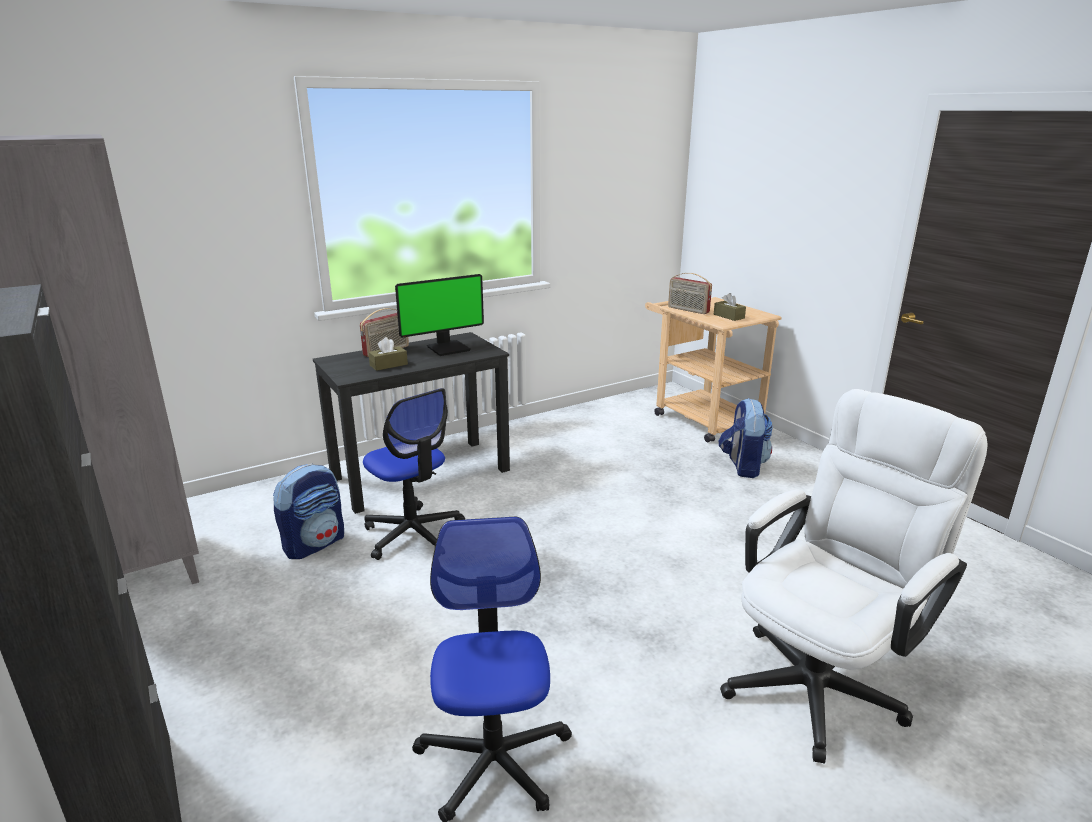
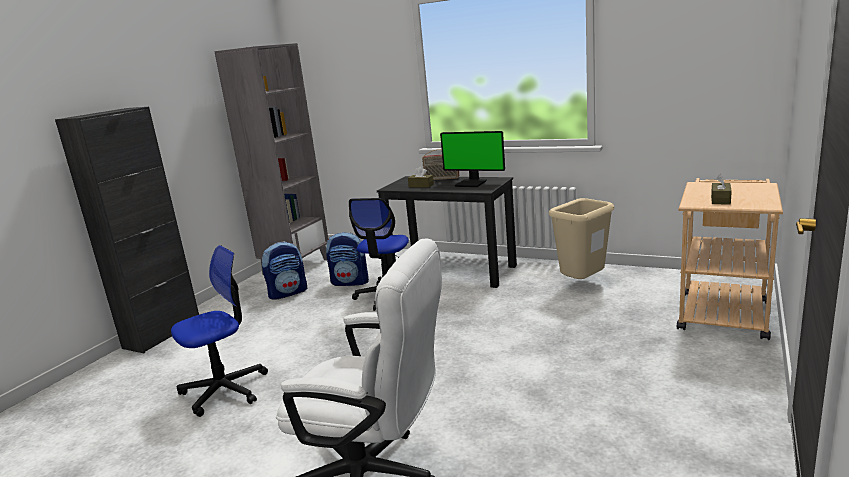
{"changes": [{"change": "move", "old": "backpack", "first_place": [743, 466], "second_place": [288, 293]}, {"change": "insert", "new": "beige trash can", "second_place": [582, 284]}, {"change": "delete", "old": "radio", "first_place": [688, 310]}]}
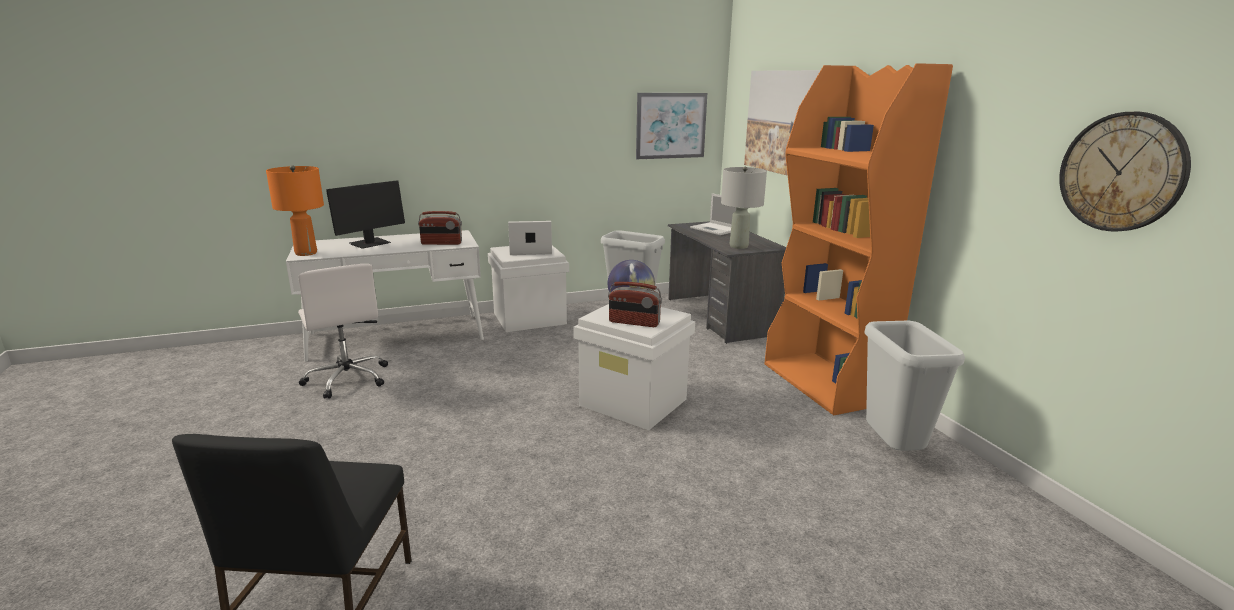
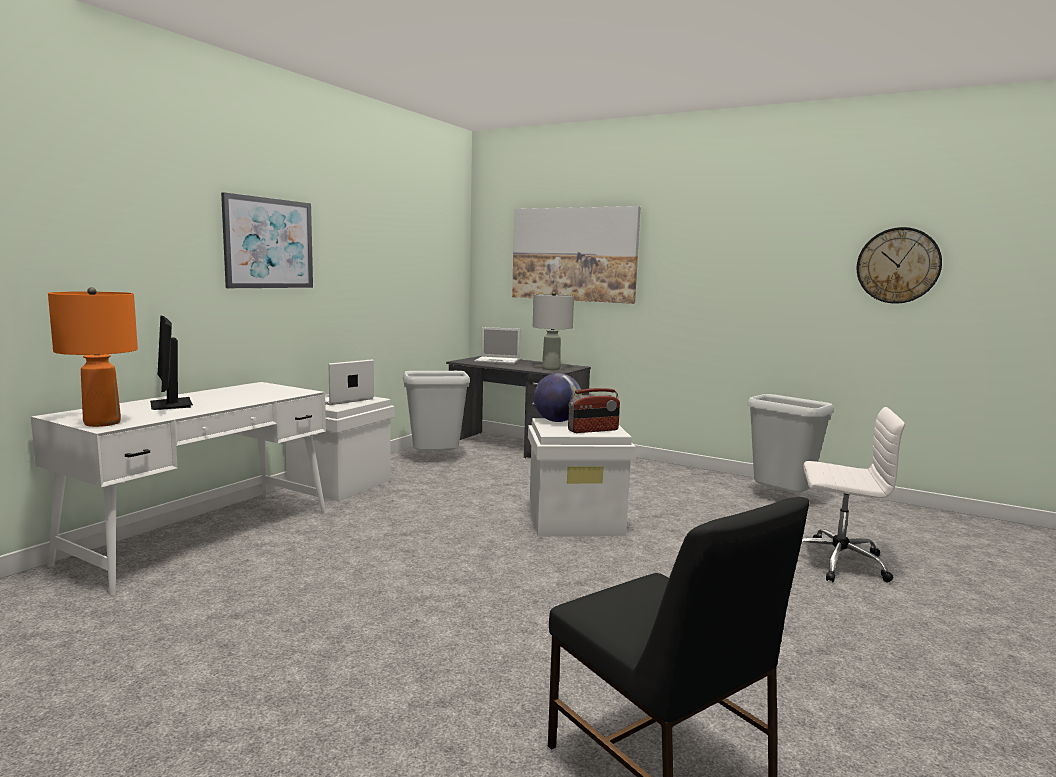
{"changes": [{"change": "rotate", "old": "monitor", "first_place": [370, 243], "second_place": [171, 404], "degrees": 150}, {"change": "move", "old": "picture", "first_place": [671, 125], "second_place": [269, 243]}, {"change": "move", "old": "white office chair", "first_place": [347, 379], "second_place": [836, 562]}, {"change": "delete", "old": "radio", "first_place": [441, 243]}, {"change": "delete", "old": "orange bookcase", "first_place": [825, 383]}]}
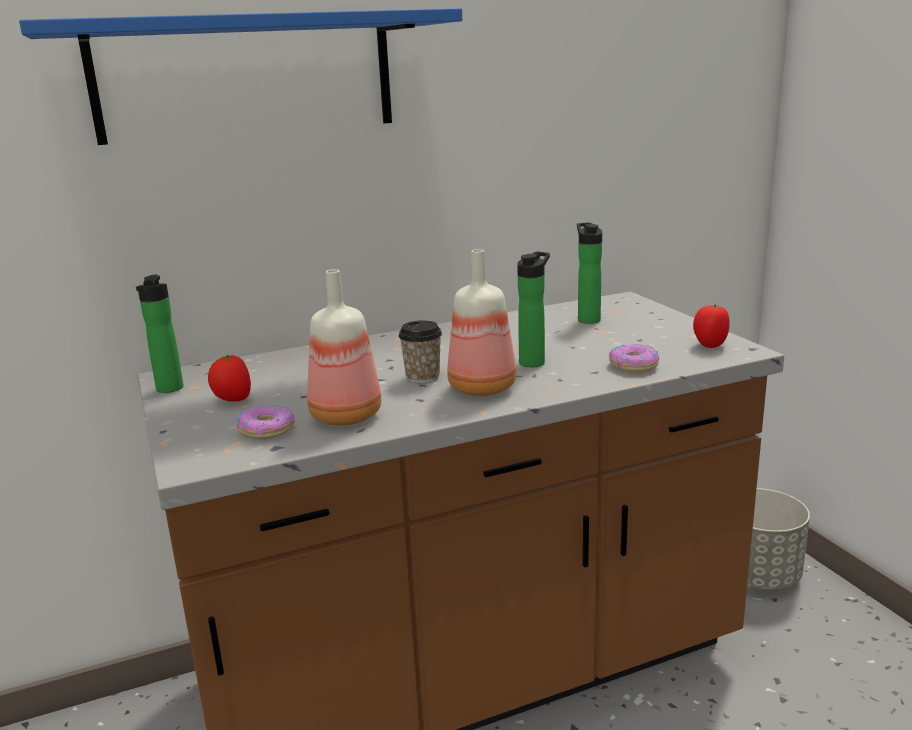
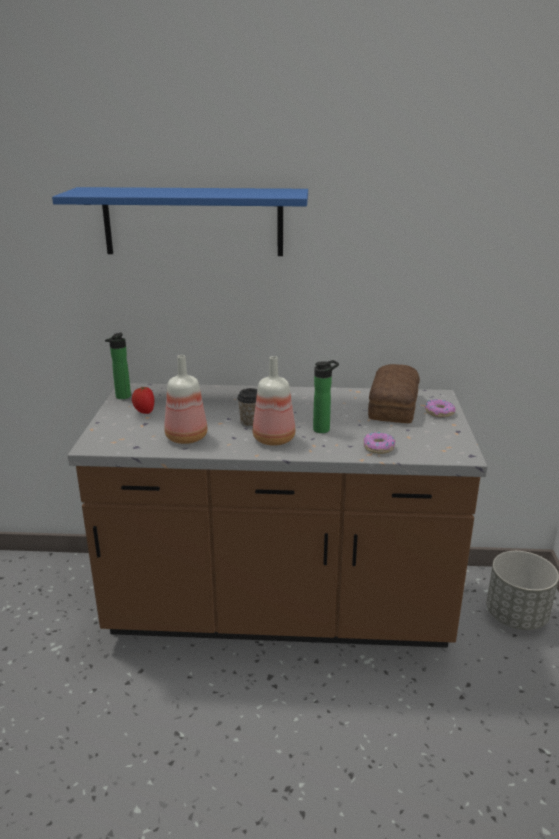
{"changes": [{"change": "replace", "old": "bottle", "new": "bread", "first_place": [587, 319], "second_place": [394, 406]}, {"change": "move", "old": "donut", "first_place": [266, 430], "second_place": [439, 412]}, {"change": "delete", "old": "tomato", "first_place": [710, 345]}]}
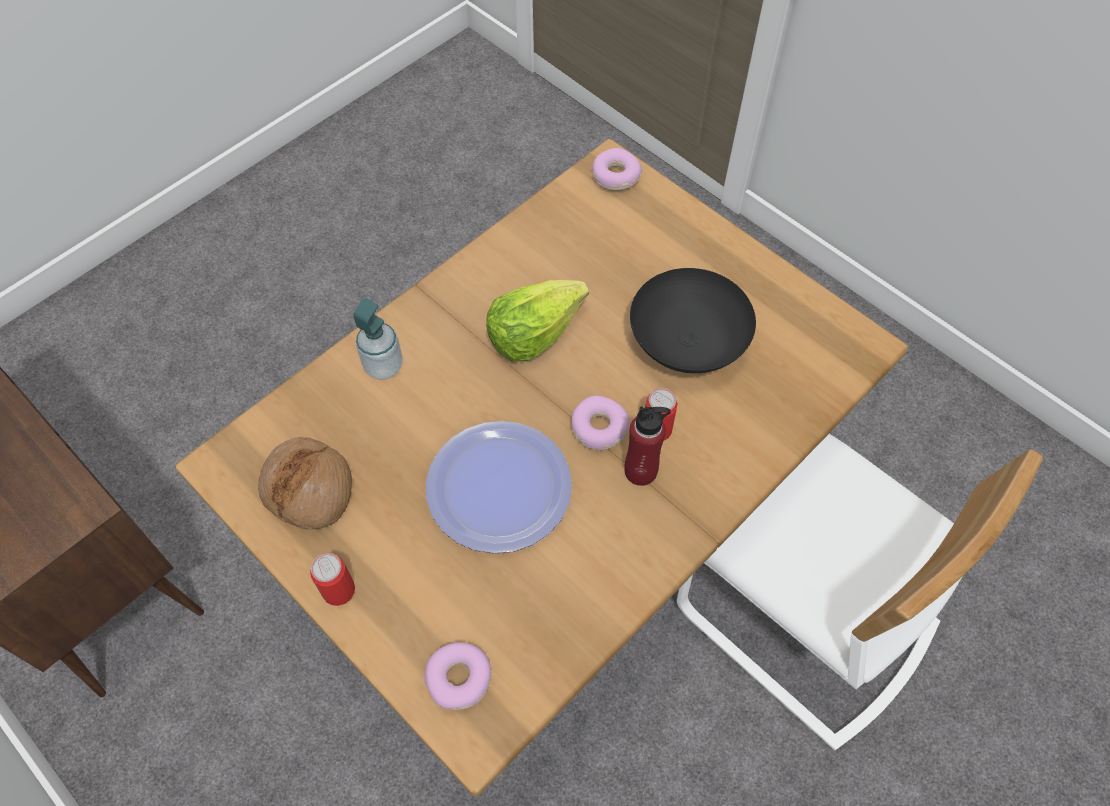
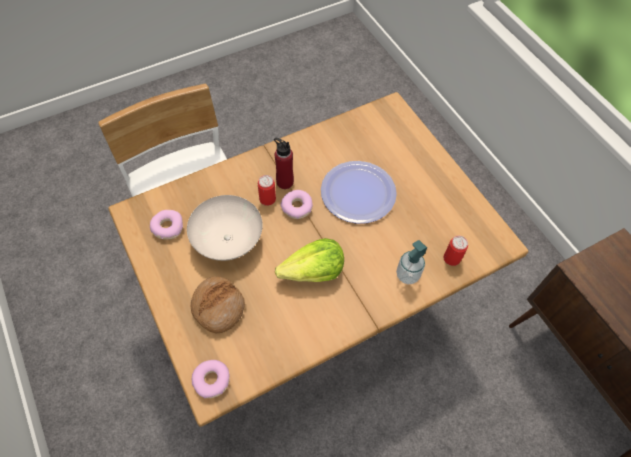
{"changes": [{"change": "move", "old": "donut", "first_place": [459, 679], "second_place": [167, 227]}, {"change": "recolor", "old": "black bowl", "new": "white bowl", "first_place": [685, 344], "second_place": [229, 240]}, {"change": "move", "old": "bread", "first_place": [309, 488], "second_place": [218, 307]}, {"change": "move", "old": "can", "first_place": [338, 590], "second_place": [451, 258]}]}
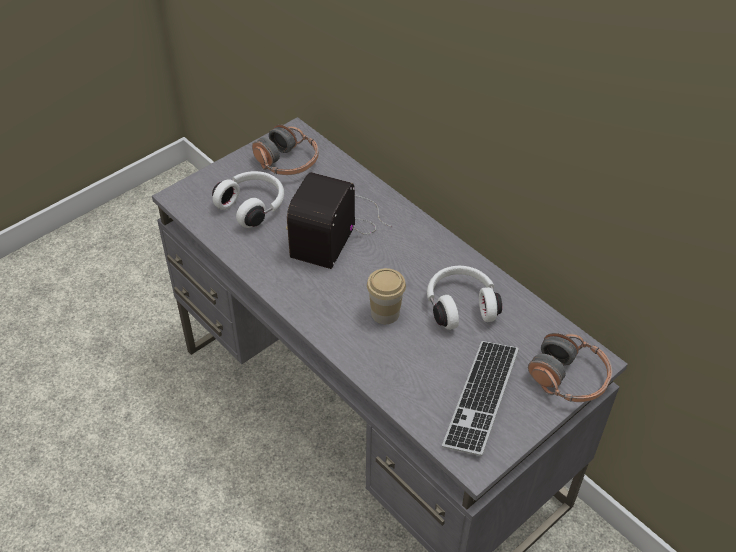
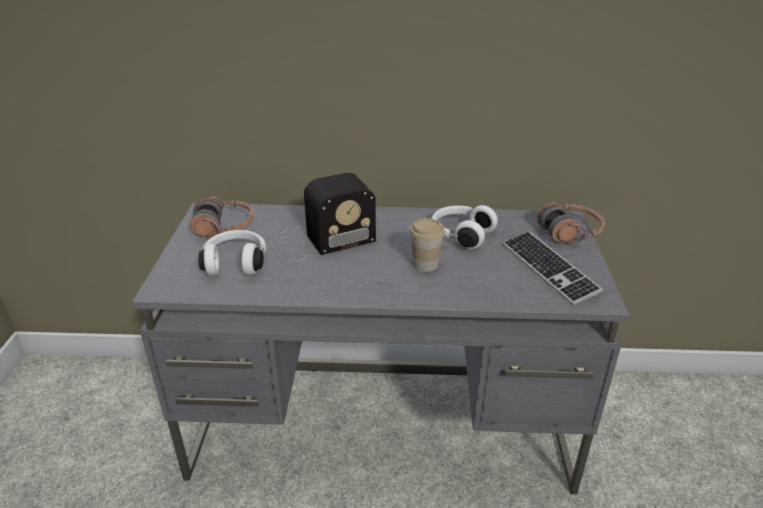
{"changes": [{"change": "rotate", "old": "radio", "first_place": [336, 227], "second_place": [318, 241], "degrees": -90}]}
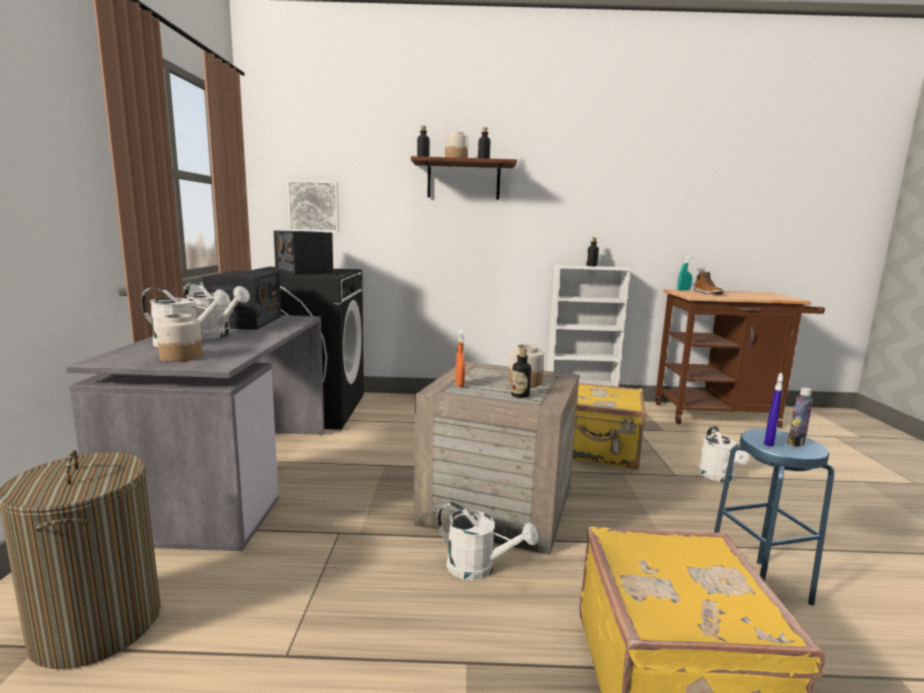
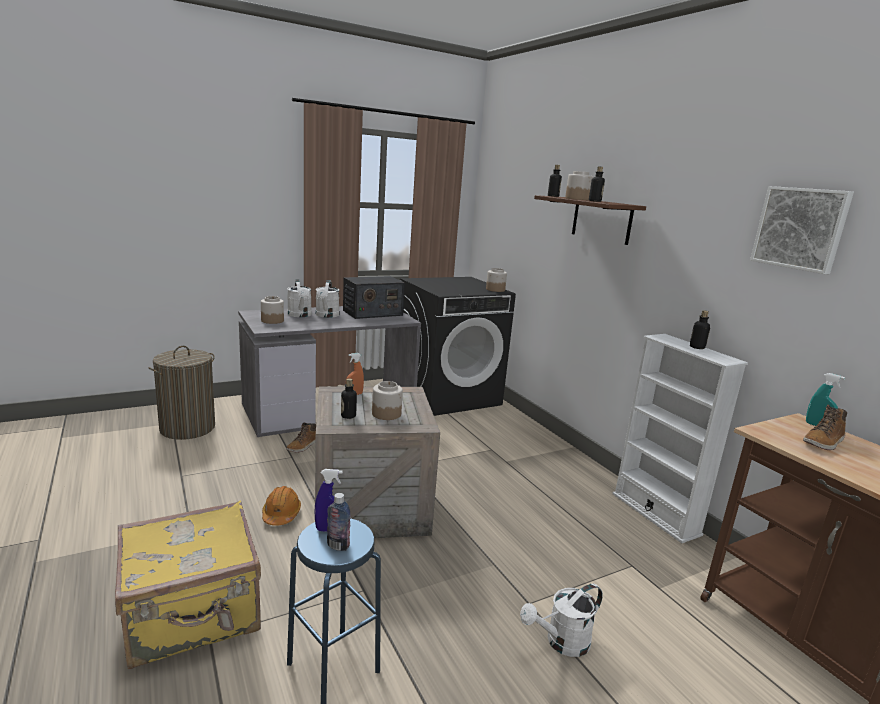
{"changes": [{"change": "replace", "old": "white watering can", "new": "orange hard hat", "first_place": [479, 568], "second_place": [281, 514]}, {"change": "insert", "new": "boot", "second_place": [303, 446]}, {"change": "insert", "new": "jar", "second_place": [495, 289]}, {"change": "move", "old": "picture", "first_place": [314, 206], "second_place": [800, 228]}, {"change": "delete", "old": "radio", "first_place": [303, 271]}, {"change": "delete", "old": "yellow suitcase", "first_place": [596, 451]}]}
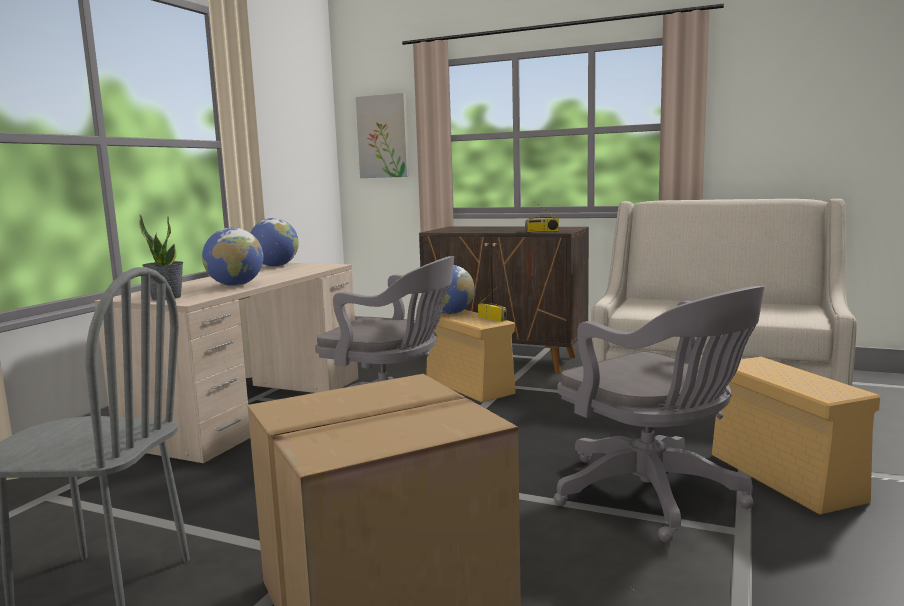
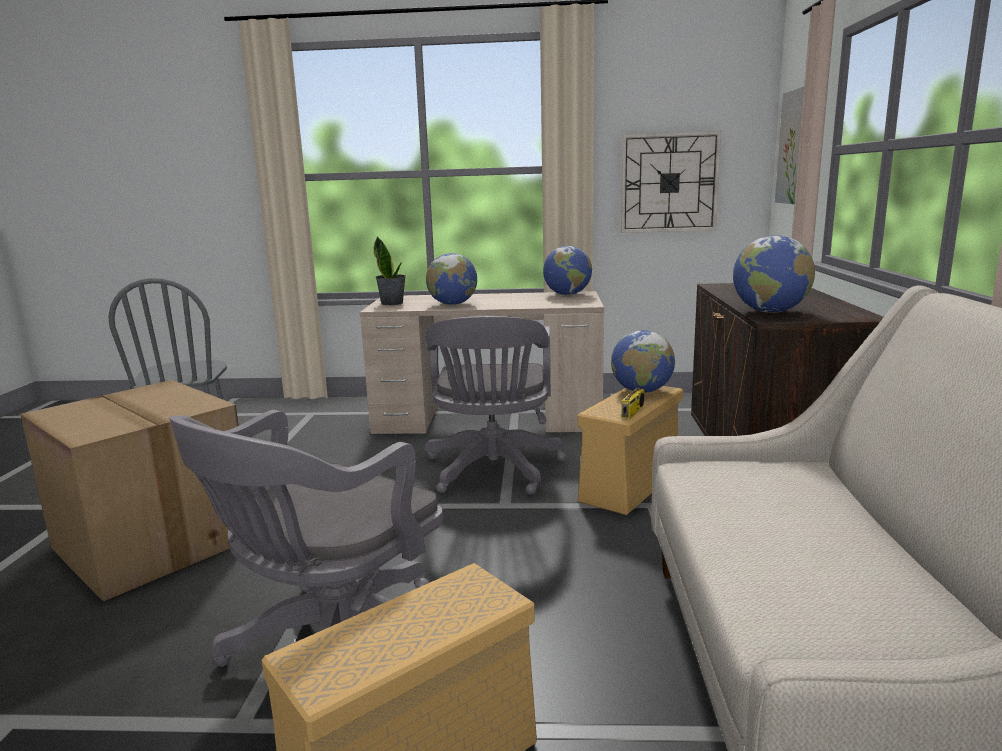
{"changes": [{"change": "insert", "new": "wall clock", "second_place": [669, 183]}, {"change": "replace", "old": "radio", "new": "globe", "first_place": [542, 231], "second_place": [770, 312]}]}
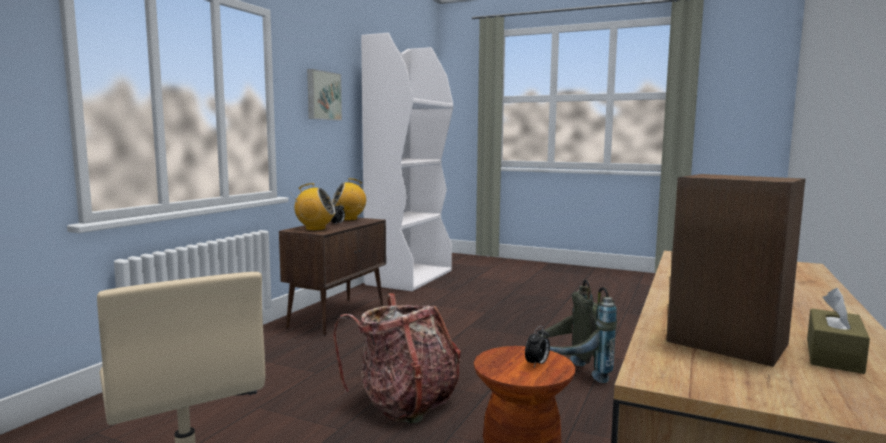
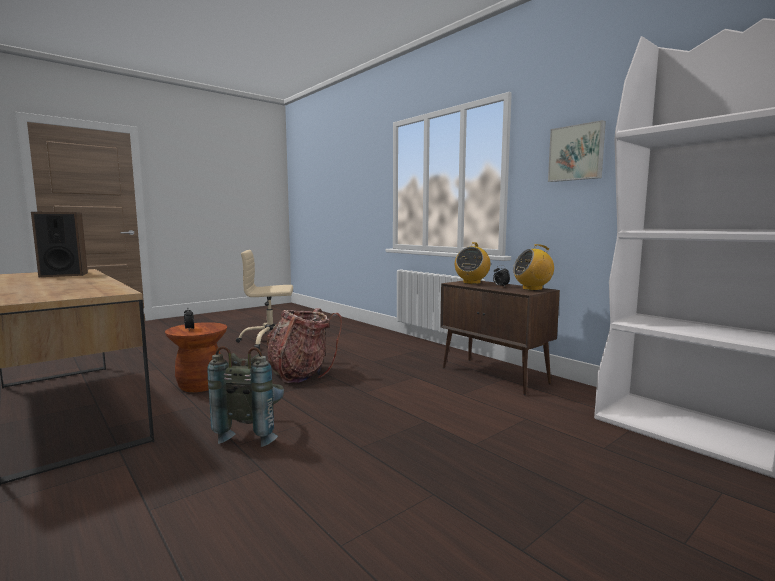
{"changes": [{"change": "rotate", "old": "radio", "first_place": [348, 219], "second_place": [532, 289], "degrees": -105}, {"change": "delete", "old": "brown tissue box", "first_place": [833, 355]}]}
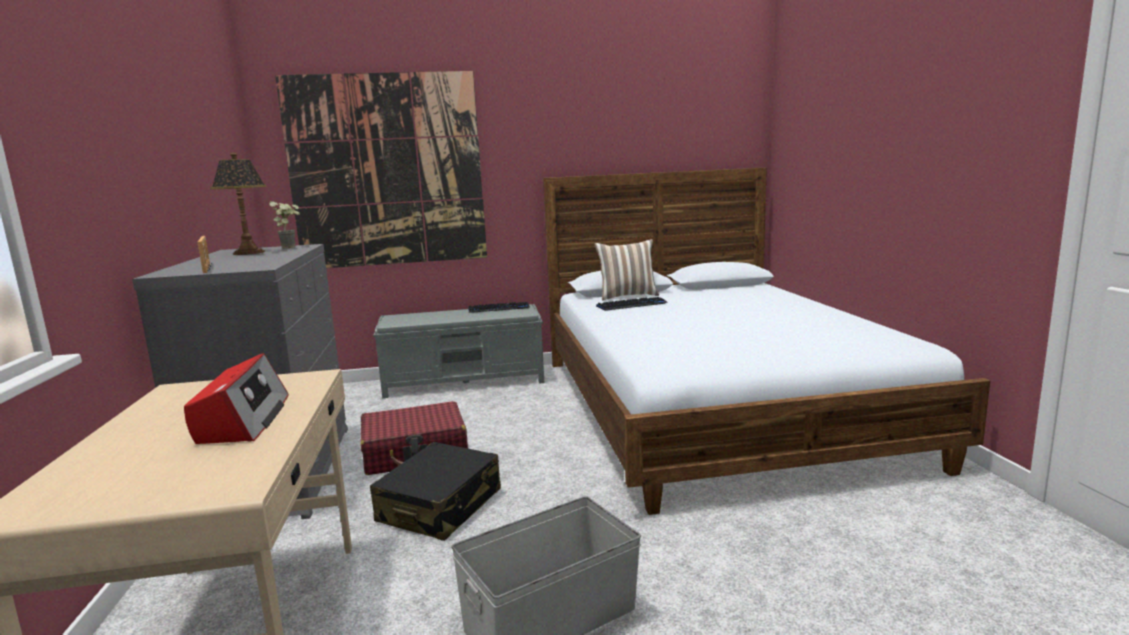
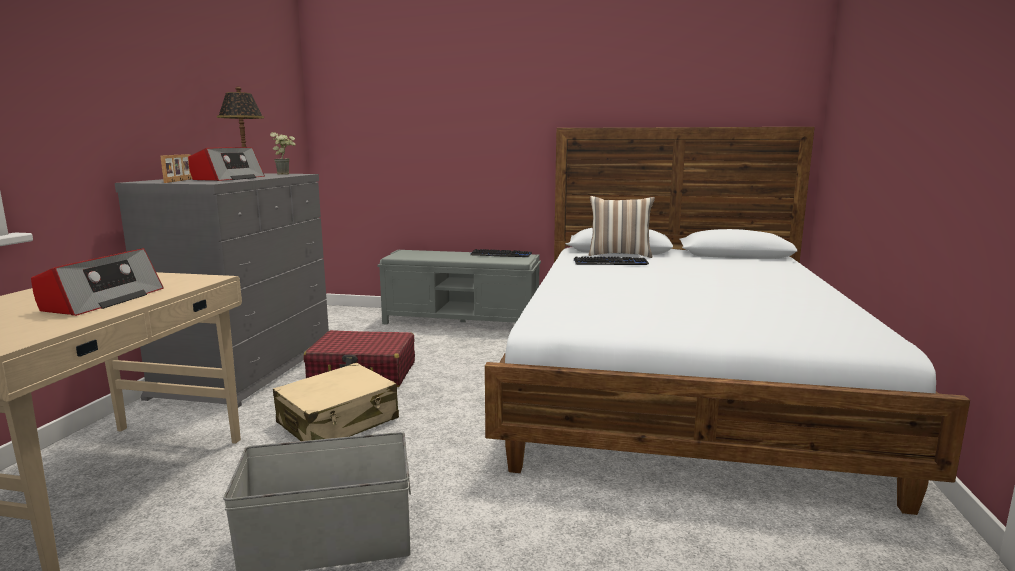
{"changes": [{"change": "insert", "new": "radio", "second_place": [228, 179]}, {"change": "recolor", "old": "black suitcase", "new": "beige suitcase", "first_place": [440, 506], "second_place": [338, 422]}, {"change": "delete", "old": "picture", "first_place": [387, 171]}]}
